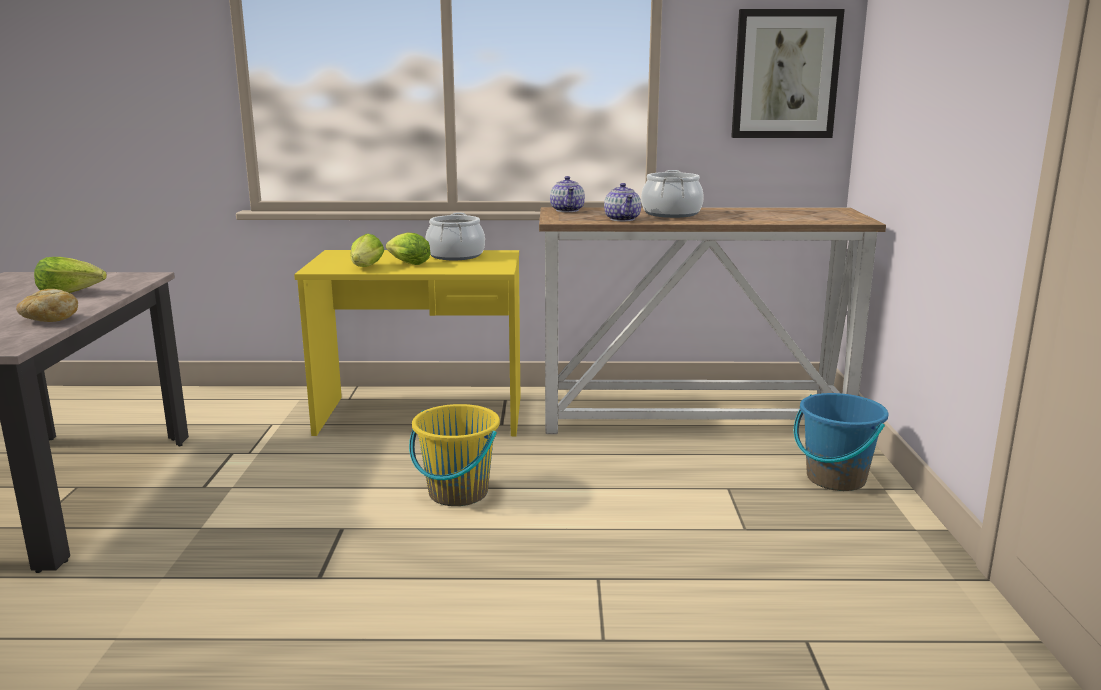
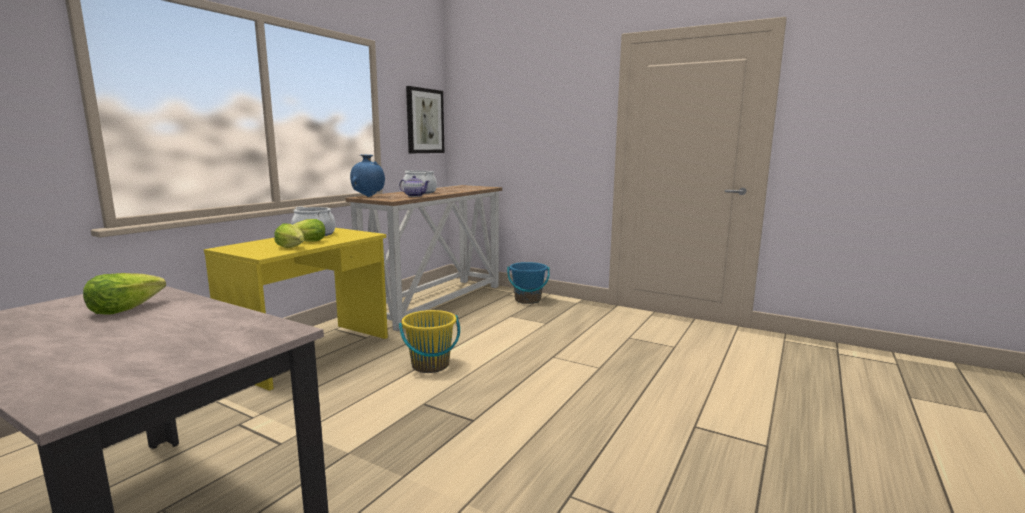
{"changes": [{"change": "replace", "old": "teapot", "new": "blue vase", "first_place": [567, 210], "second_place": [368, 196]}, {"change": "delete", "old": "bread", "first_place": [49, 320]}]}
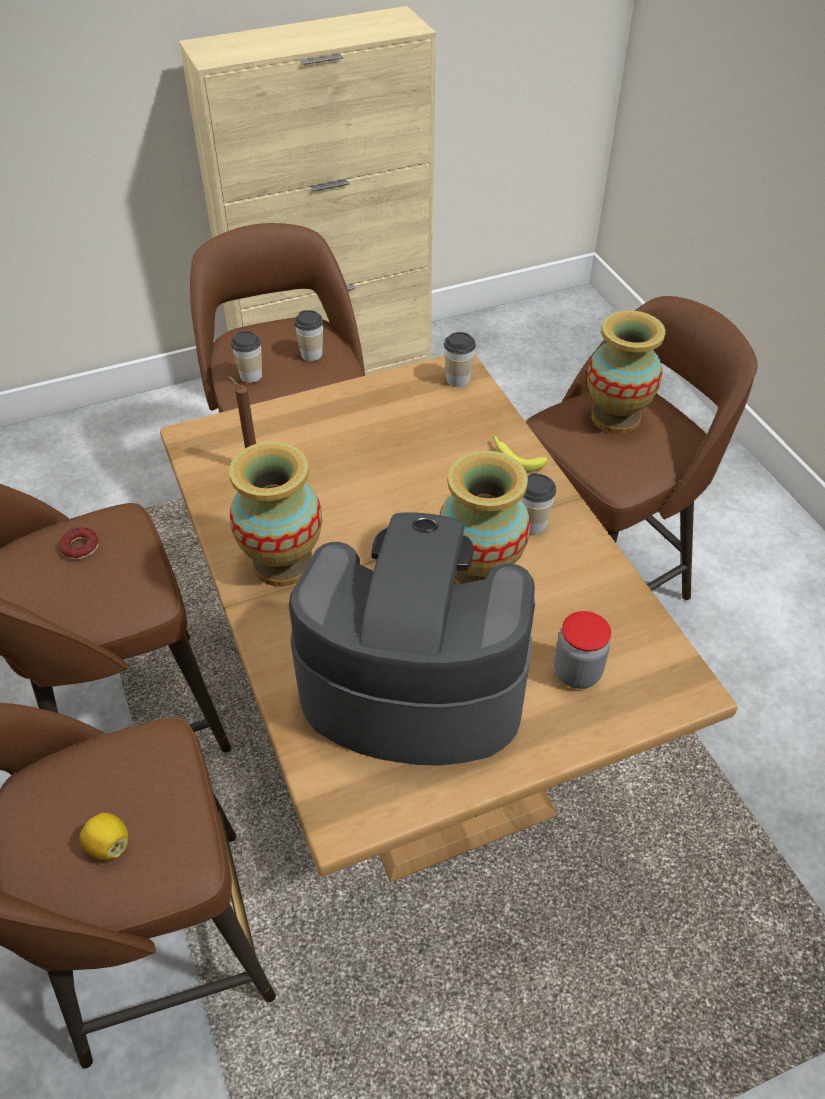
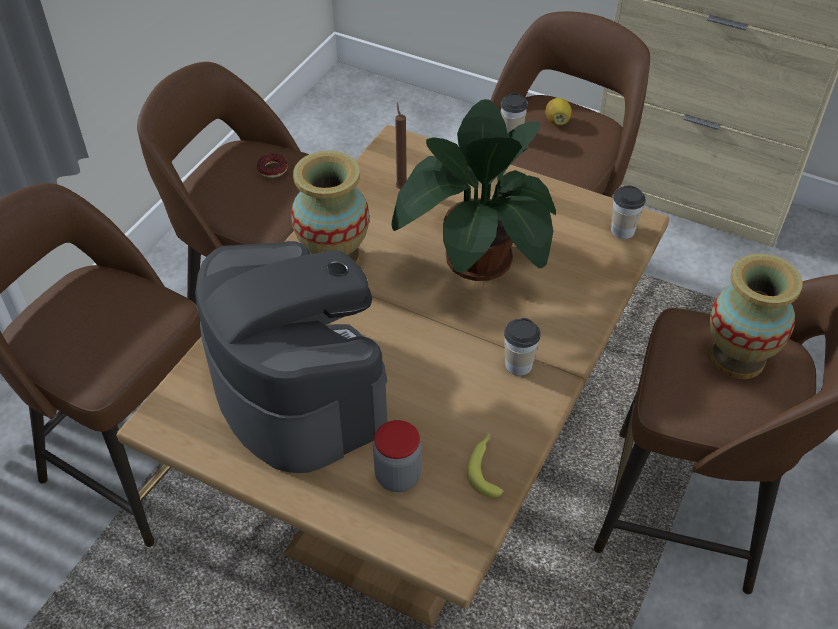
{"changes": [{"change": "insert", "new": "potted plant", "second_place": [476, 261]}, {"change": "move", "old": "banana", "first_place": [515, 456], "second_place": [486, 467]}, {"change": "move", "old": "lemon", "first_place": [109, 845], "second_place": [557, 121]}, {"change": "delete", "old": "cup", "first_place": [311, 354]}, {"change": "delete", "old": "vase", "first_place": [479, 573]}]}
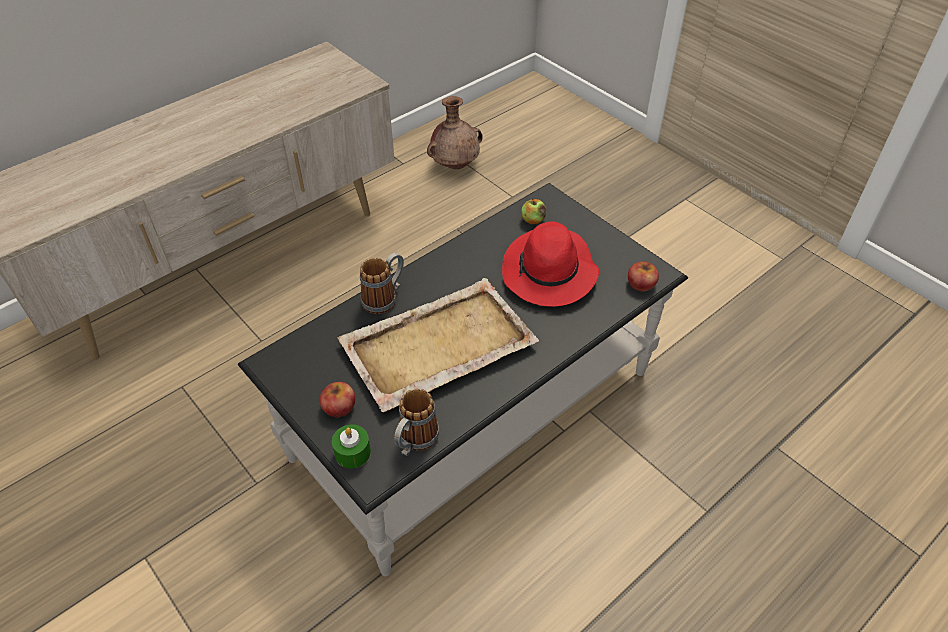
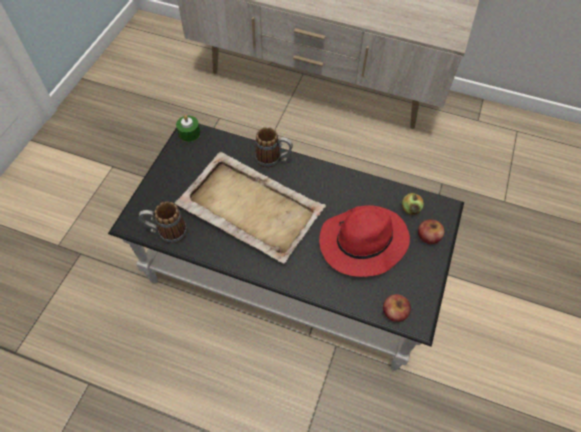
{"changes": [{"change": "move", "old": "green candle", "first_place": [352, 452], "second_place": [189, 133]}, {"change": "move", "old": "apple", "first_place": [339, 406], "second_place": [428, 236]}, {"change": "delete", "old": "brown vase", "first_place": [455, 165]}]}
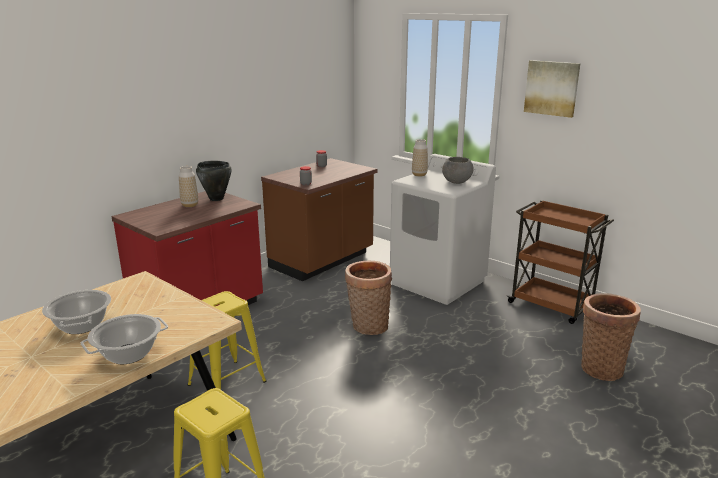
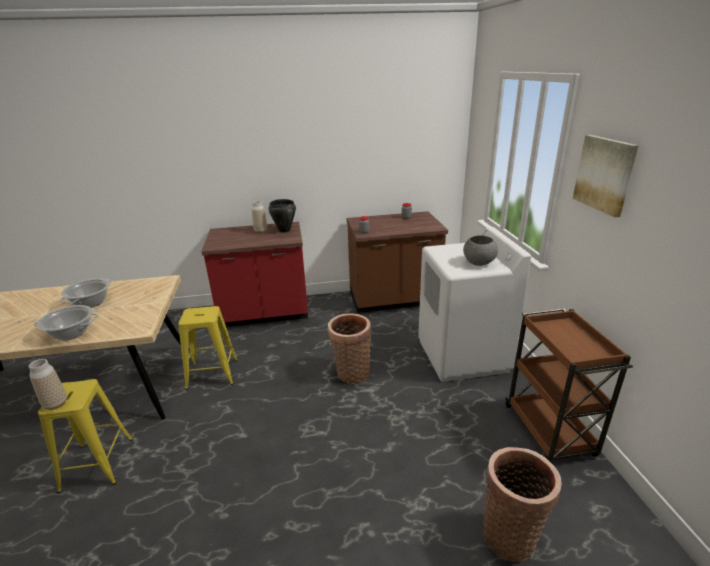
{"changes": [{"change": "move", "old": "vase", "first_place": [419, 175], "second_place": [56, 404]}]}
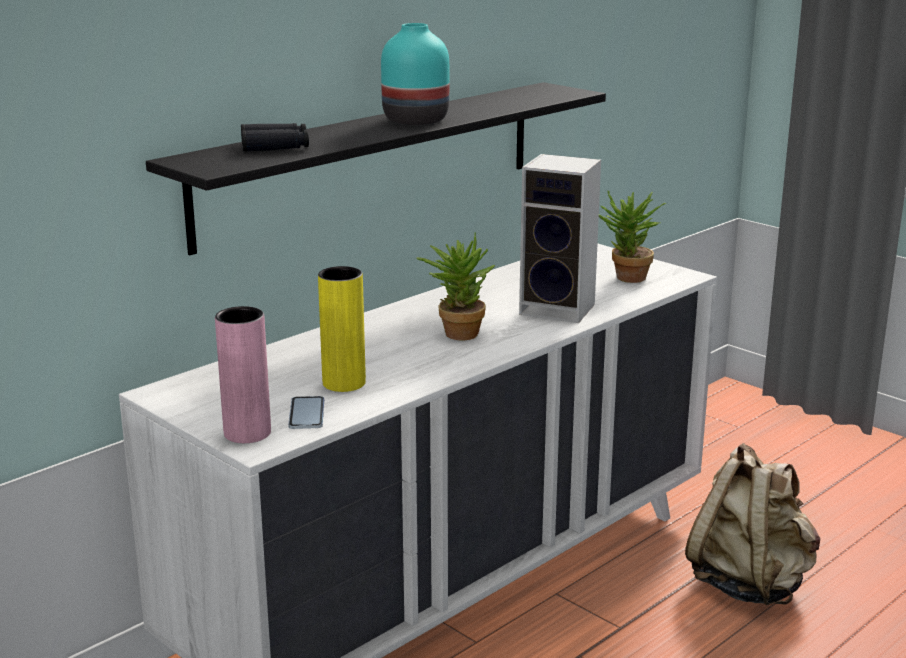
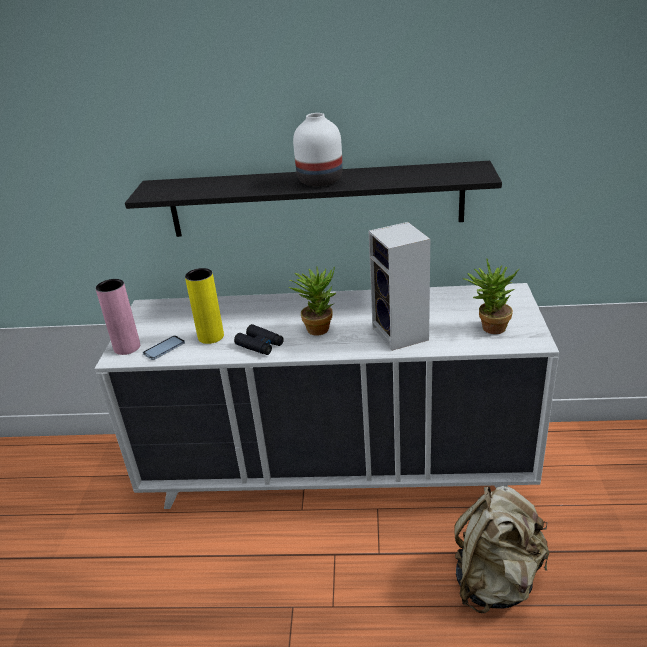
{"changes": [{"change": "move", "old": "black binoculars", "first_place": [275, 146], "second_place": [260, 345]}, {"change": "recolor", "old": "turquoise vase", "new": "white vase", "first_place": [417, 120], "second_place": [321, 181]}]}
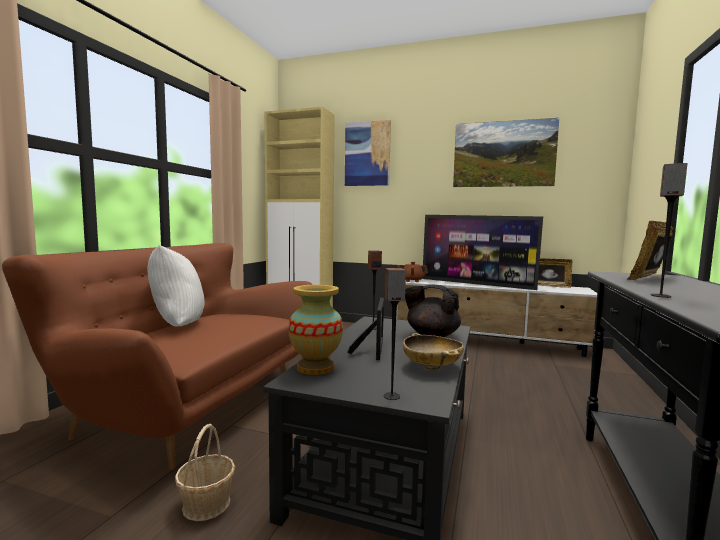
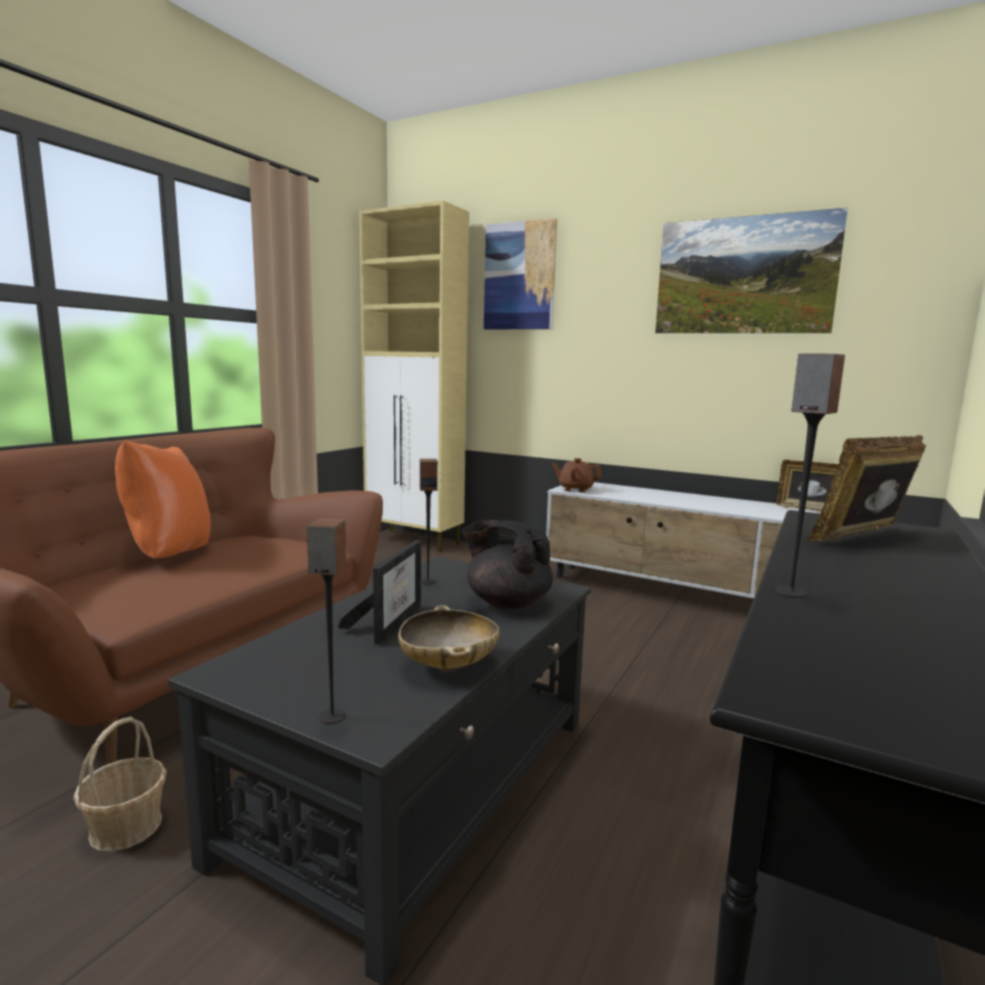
{"changes": [{"change": "recolor", "old": "white pillow", "new": "orange pillow", "first_place": [176, 326], "second_place": [168, 555]}, {"change": "delete", "old": "vase", "first_place": [315, 367]}, {"change": "delete", "old": "television", "first_place": [476, 284]}]}
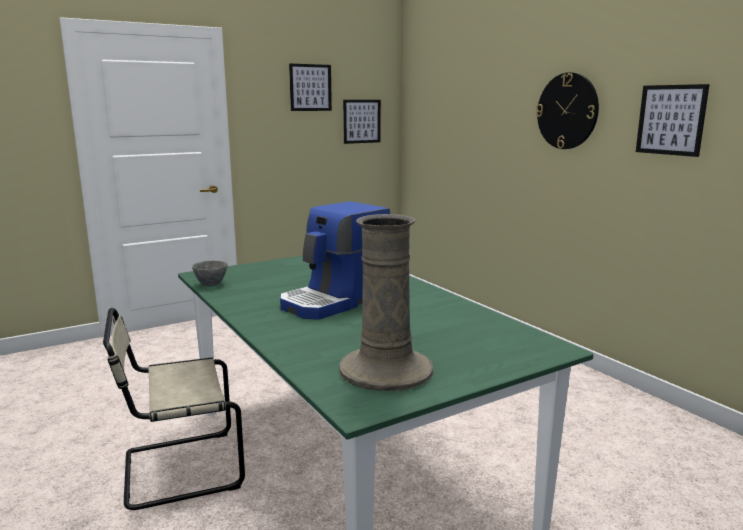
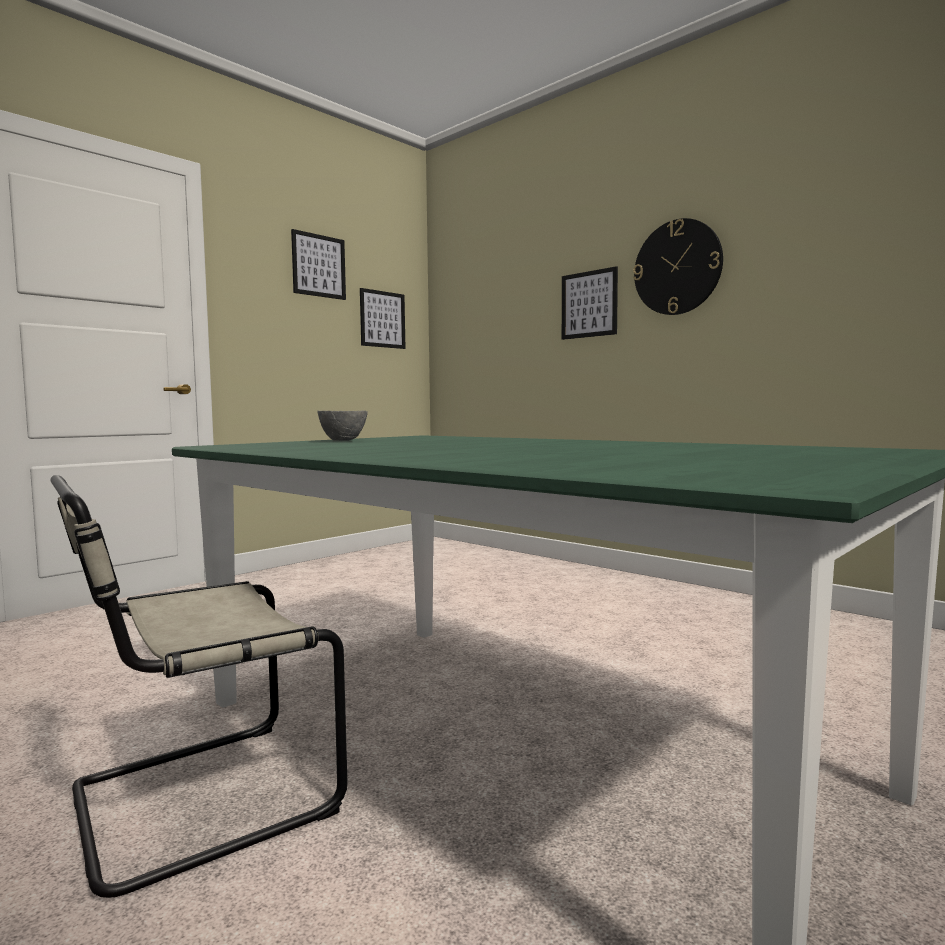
{"changes": [{"change": "move", "old": "grey bowl", "first_place": [210, 284], "second_place": [342, 440]}, {"change": "move", "old": "picture", "first_place": [671, 120], "second_place": [589, 304]}, {"change": "delete", "old": "coffee machine", "first_place": [335, 301]}, {"change": "delete", "old": "beige vase", "first_place": [387, 370]}]}
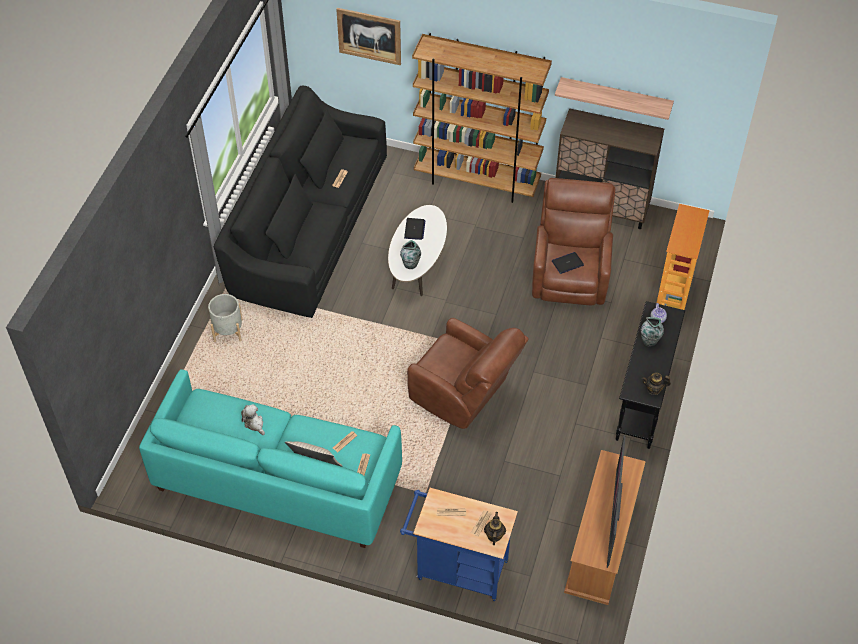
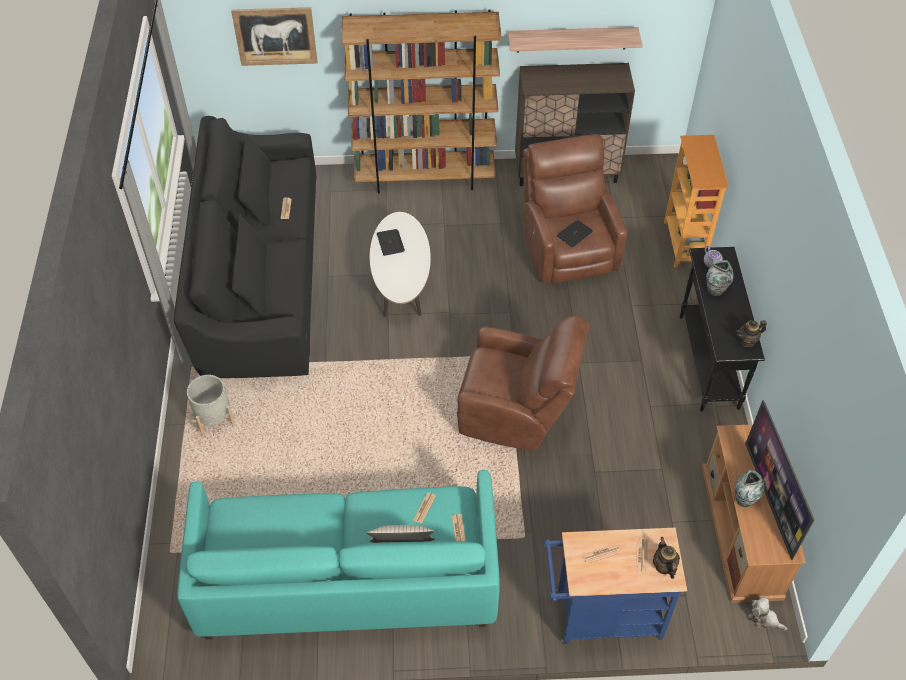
{"changes": [{"change": "move", "old": "vase", "first_place": [411, 264], "second_place": [745, 499]}, {"change": "move", "old": "plush toy", "first_place": [254, 423], "second_place": [764, 618]}]}
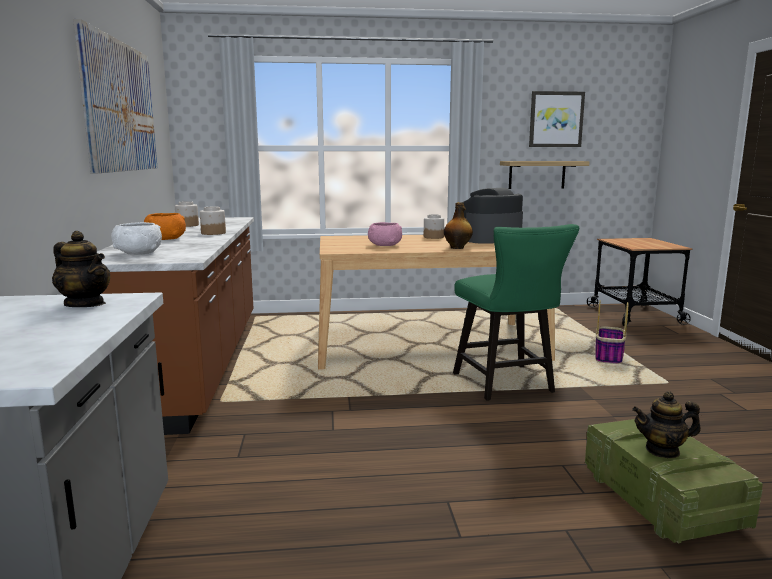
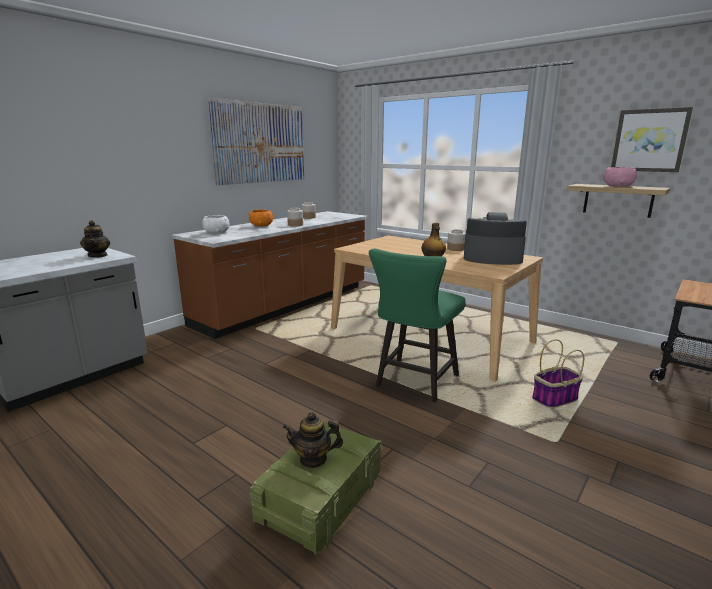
{"changes": [{"change": "rotate", "old": "teapot", "first_place": [662, 450], "second_place": [313, 459], "degrees": -45}, {"change": "move", "old": "pink bowl", "first_place": [385, 245], "second_place": [618, 186]}]}
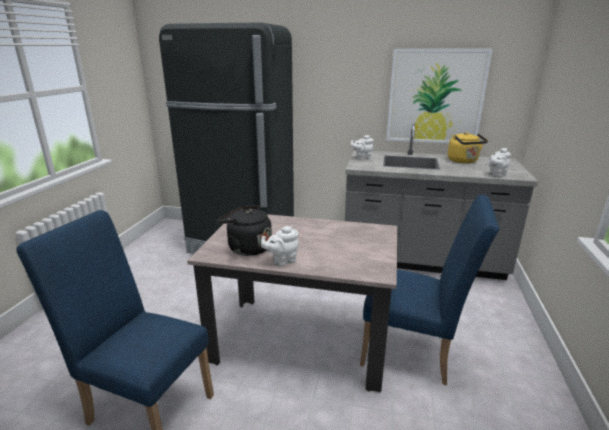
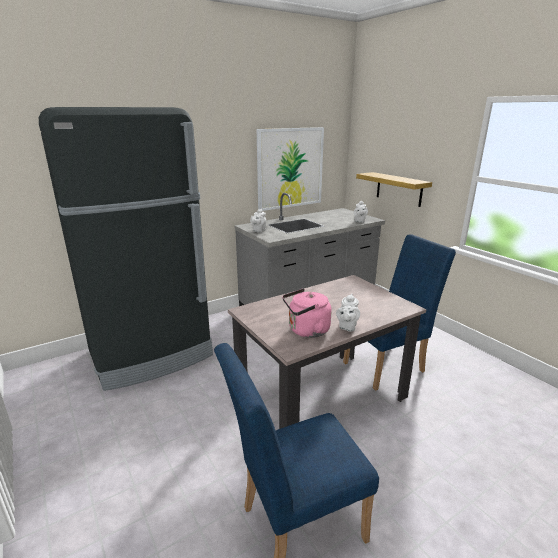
{"changes": [{"change": "recolor", "old": "black kettle", "new": "pink kettle", "first_place": [247, 248], "second_place": [306, 331]}, {"change": "insert", "new": "shelf", "second_place": [399, 189]}, {"change": "delete", "old": "yellow kettle", "first_place": [463, 161]}]}
